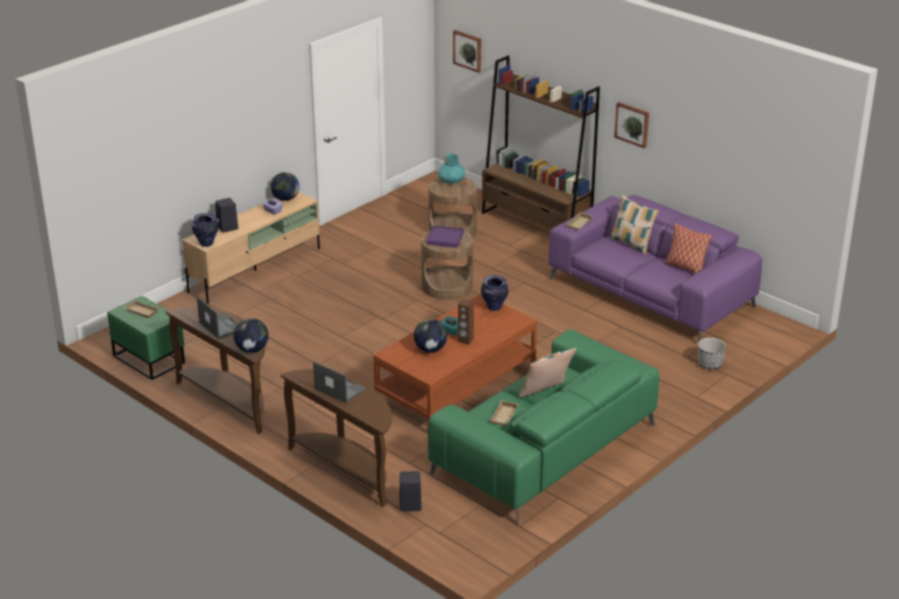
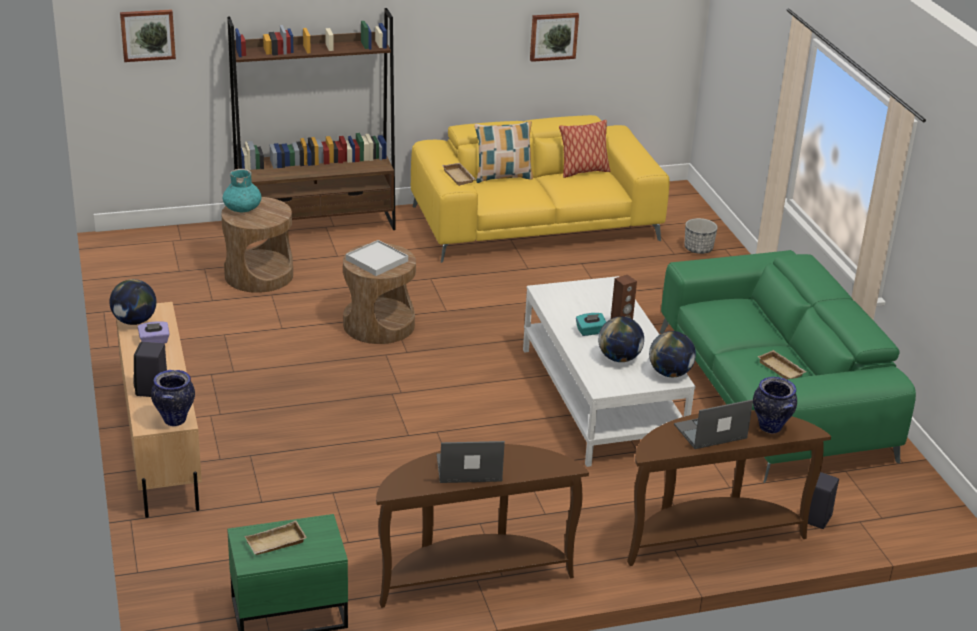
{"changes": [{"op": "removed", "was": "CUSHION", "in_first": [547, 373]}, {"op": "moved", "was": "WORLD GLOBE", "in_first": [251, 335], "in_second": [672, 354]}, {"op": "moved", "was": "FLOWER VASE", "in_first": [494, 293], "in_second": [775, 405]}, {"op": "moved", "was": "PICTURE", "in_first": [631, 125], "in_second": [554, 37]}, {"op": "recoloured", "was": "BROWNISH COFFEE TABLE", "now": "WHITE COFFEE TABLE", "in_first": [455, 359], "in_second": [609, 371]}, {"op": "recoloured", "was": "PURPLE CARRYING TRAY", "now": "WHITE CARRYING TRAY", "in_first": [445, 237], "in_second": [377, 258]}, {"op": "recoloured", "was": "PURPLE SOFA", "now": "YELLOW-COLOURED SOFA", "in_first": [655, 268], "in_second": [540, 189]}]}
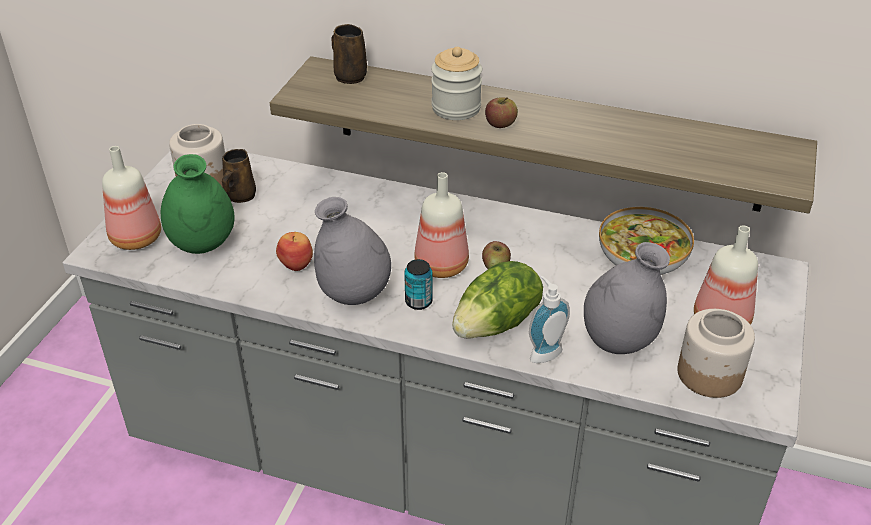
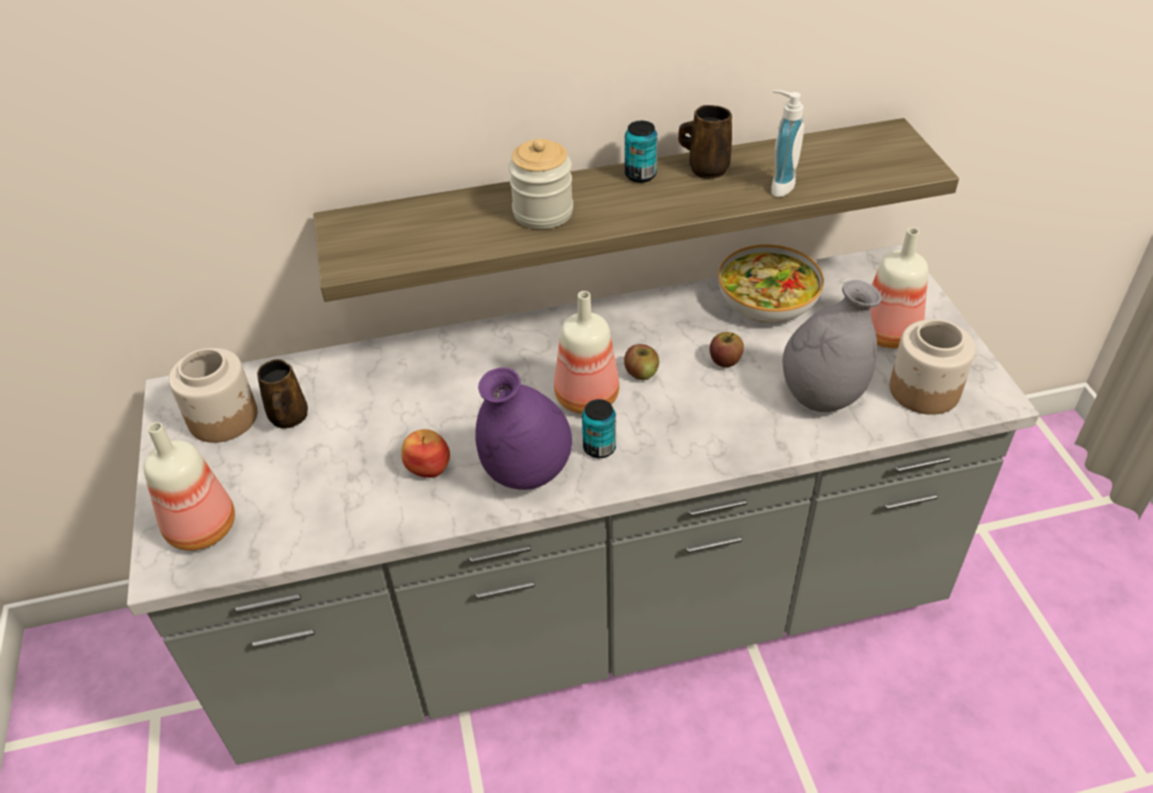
{"changes": [{"op": "removed", "was": "GREENISH FLOWER VASE", "in_first": [198, 204]}, {"op": "removed", "was": "LETTUCE HEAD", "in_first": [497, 300]}, {"op": "added", "now": "SEALED CAN", "in_second": [641, 152]}, {"op": "moved", "was": "BROWNISH COFFEE MUG", "in_first": [349, 54], "in_second": [705, 142]}, {"op": "moved", "was": "WHOLE APPLE", "in_first": [501, 112], "in_second": [727, 349]}, {"op": "moved", "was": "SOAP DISPENSER", "in_first": [549, 319], "in_second": [787, 143]}, {"op": "recoloured", "was": "GREY FLOWER VASE", "now": "PURPLE FLOWER VASE", "in_first": [352, 251], "in_second": [523, 429]}]}
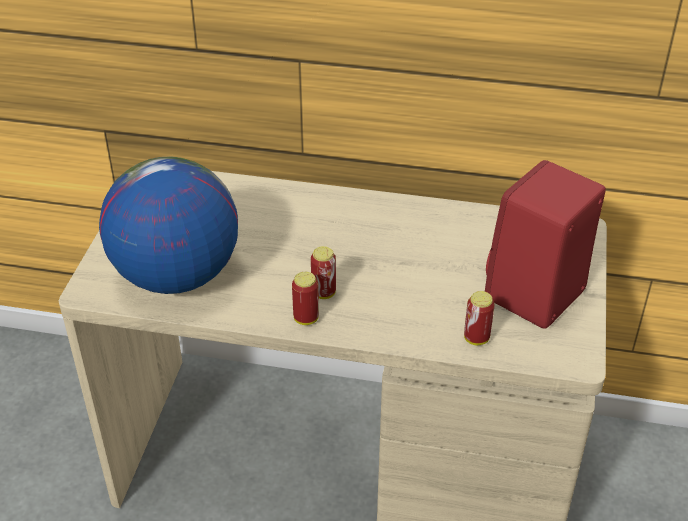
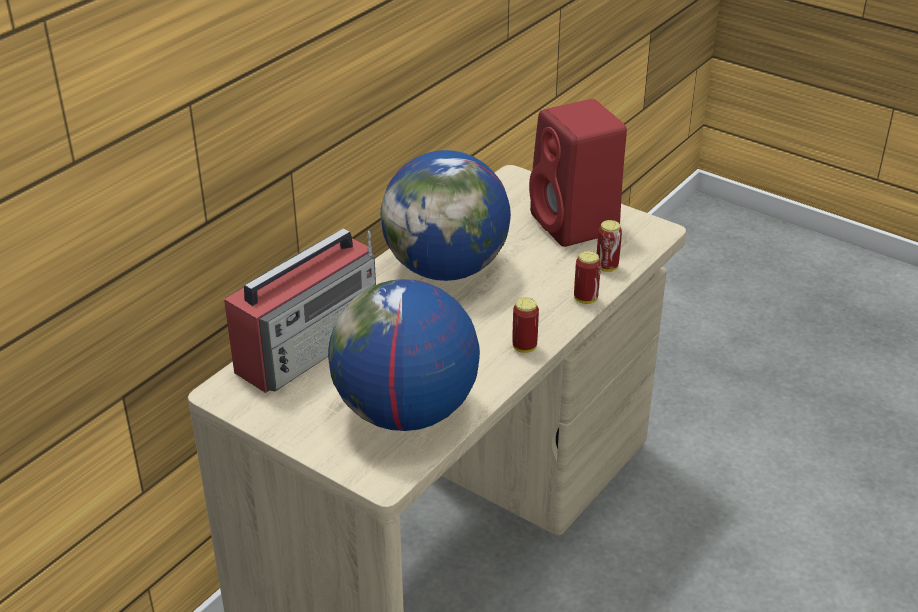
{"changes": [{"op": "added", "now": "RADIO", "in_second": [300, 310]}, {"op": "added", "now": "WORLD GLOBE", "in_second": [446, 215]}, {"op": "moved", "was": "SEALED CAN", "in_first": [323, 272], "in_second": [587, 277]}]}
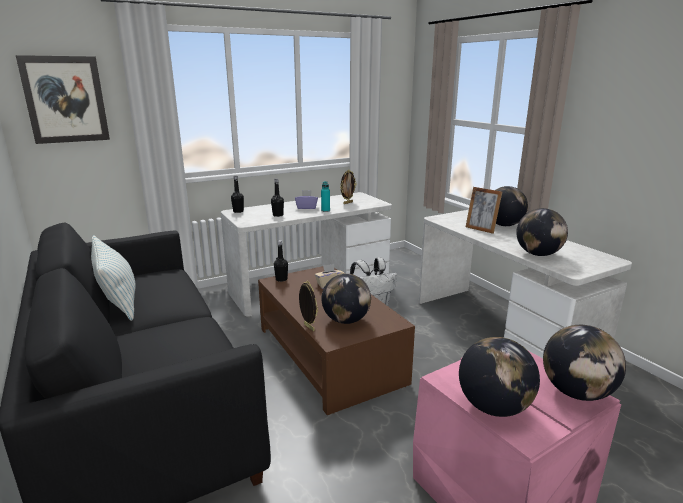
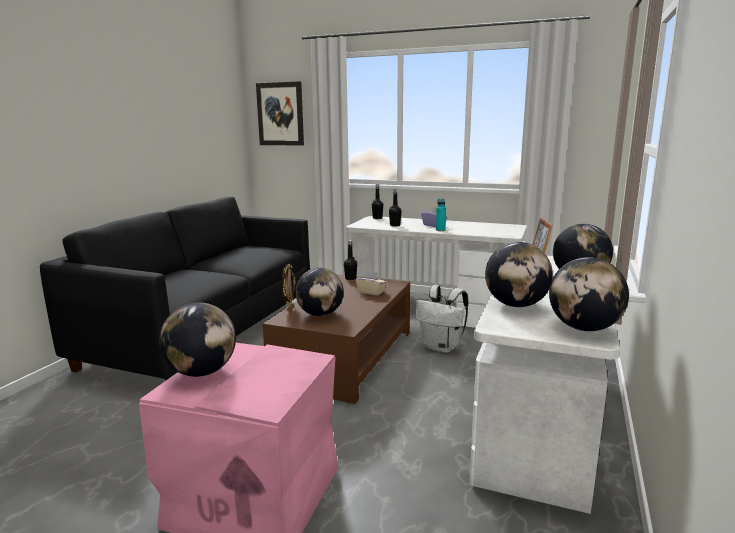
{"changes": [{"op": "removed", "was": "CUSHION", "in_first": [113, 278]}, {"op": "removed", "was": "PICTURE FRAME", "in_first": [348, 187]}, {"op": "moved", "was": "WORLD GLOBE", "in_first": [584, 363], "in_second": [589, 294]}]}
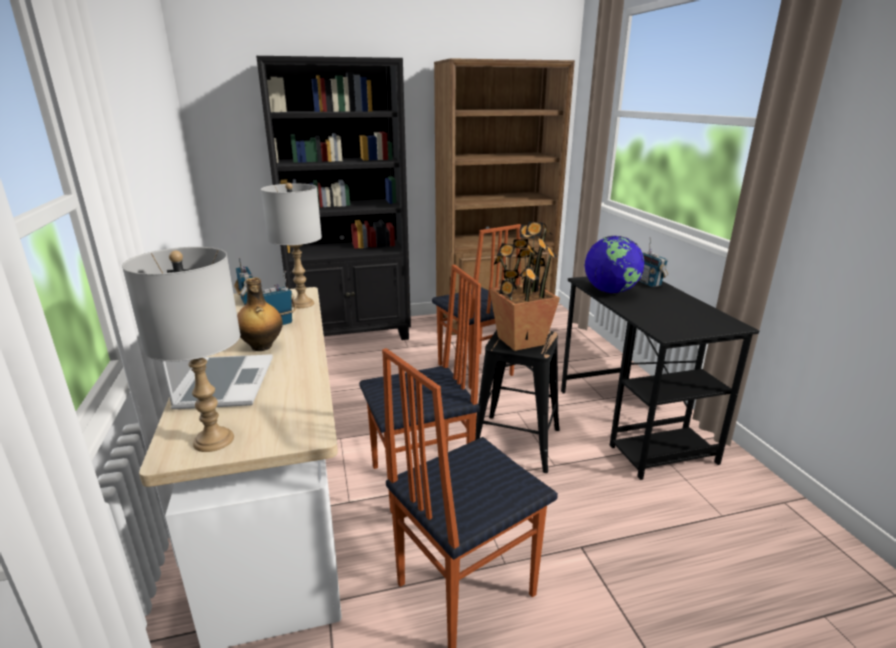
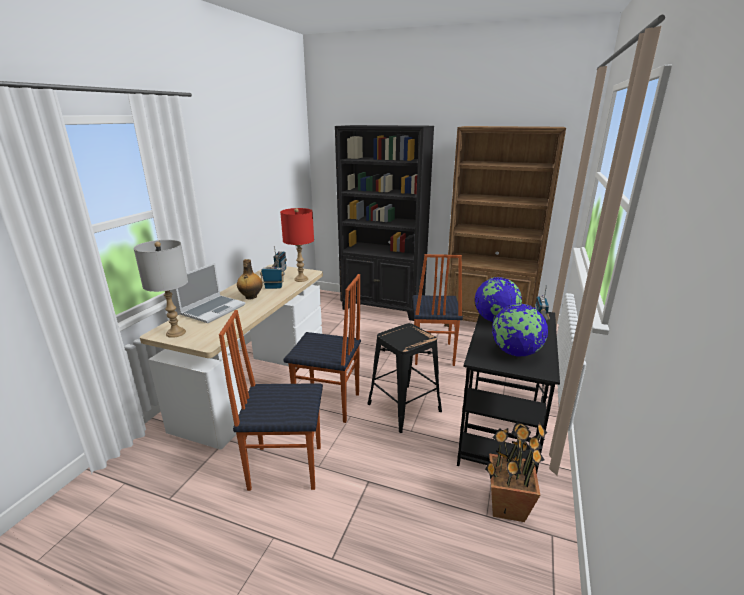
{"changes": [{"op": "added", "now": "WORLD GLOBE", "in_second": [520, 329]}, {"op": "moved", "was": "HOUSEPLANT", "in_first": [524, 286], "in_second": [516, 472]}, {"op": "recoloured", "was": "GREY LAMP FOR A TABLE", "now": "REDDISH LAMP FOR A TABLE", "in_first": [291, 245], "in_second": [297, 245]}]}
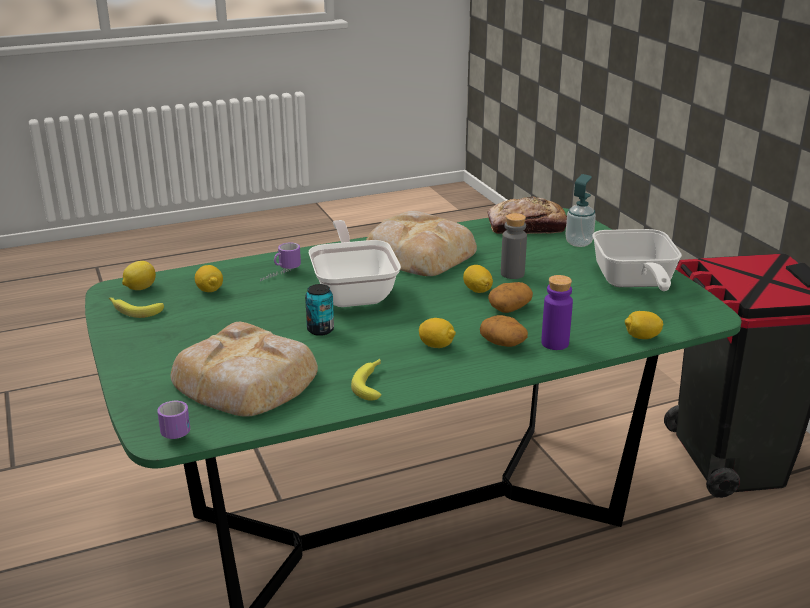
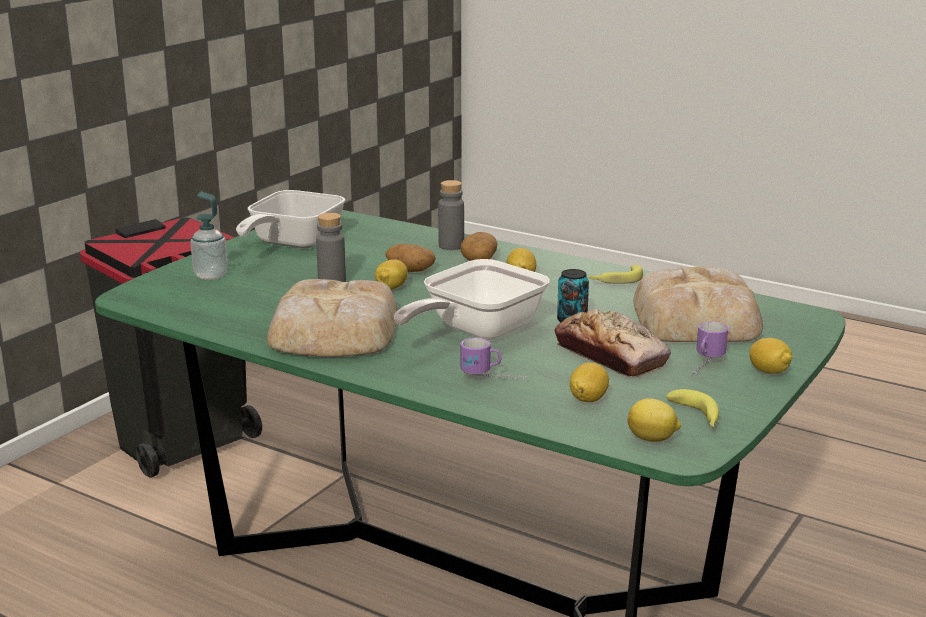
{"changes": [{"op": "moved", "was": "COFFEE MUG", "in_first": [173, 420], "in_second": [709, 349]}, {"op": "moved", "was": "BAKED BREAD", "in_first": [527, 215], "in_second": [613, 343]}, {"op": "moved", "was": "CITRUS FRUIT", "in_first": [644, 325], "in_second": [770, 356]}, {"op": "recoloured", "was": "PURPLE BEVERAGE BOTTLE", "now": "GREY BEVERAGE BOTTLE", "in_first": [557, 312], "in_second": [451, 215]}, {"op": "turned", "was": "FRYING PAN", "in_first": [637, 260], "in_second": [290, 219], "clockwise": 150}]}
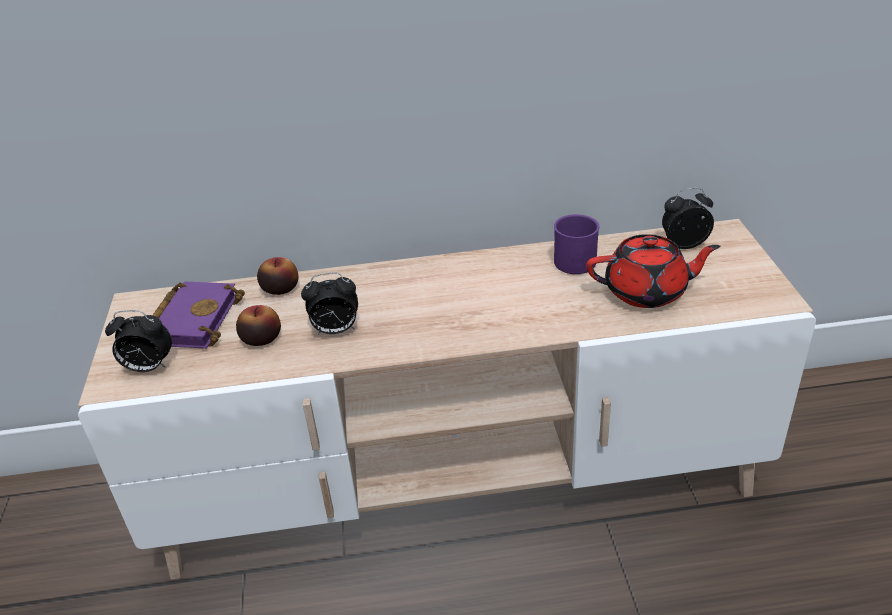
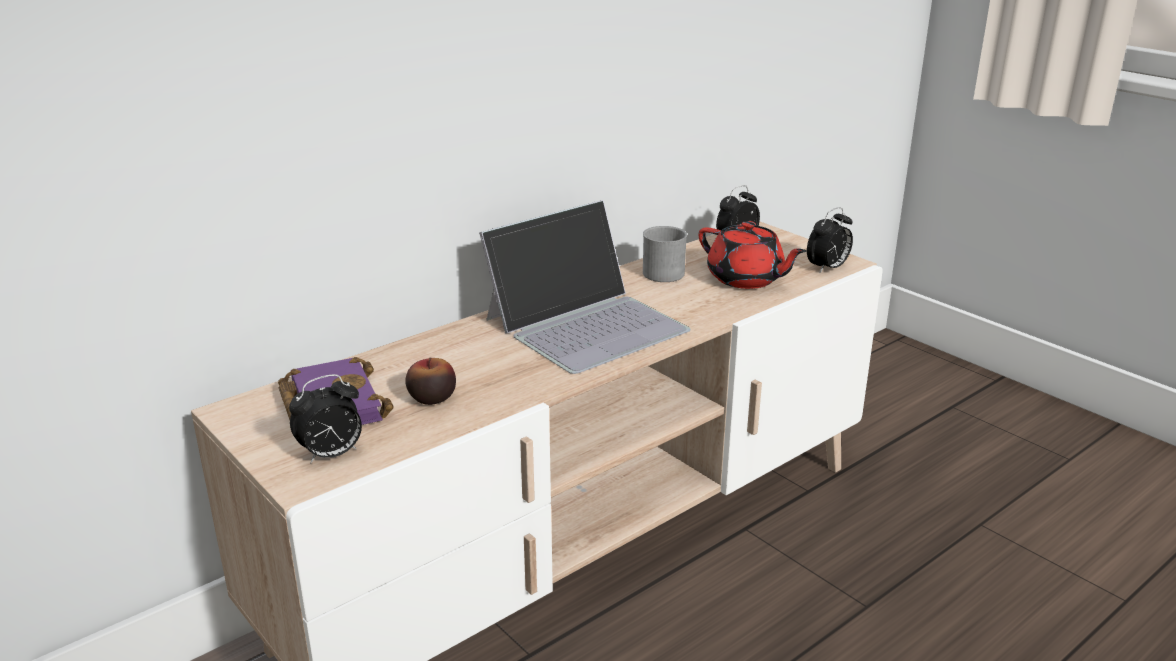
{"changes": [{"op": "removed", "was": "WHOLE APPLE", "in_first": [277, 276]}, {"op": "added", "now": "LAPTOP", "in_second": [584, 287]}, {"op": "moved", "was": "TABLE CLOCK", "in_first": [329, 303], "in_second": [830, 240]}, {"op": "recoloured", "was": "PURPLE COFFEE MUG", "now": "GREY COFFEE MUG", "in_first": [577, 244], "in_second": [665, 254]}, {"op": "turned", "was": "REDDISH TEA POT", "in_first": [653, 271], "in_second": [753, 255], "clockwise": 75}]}
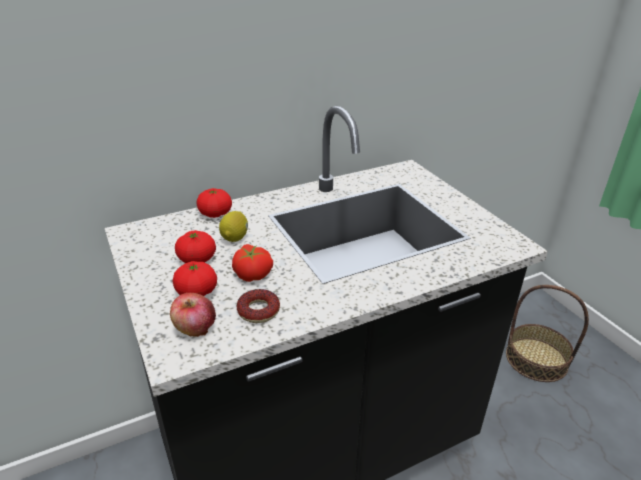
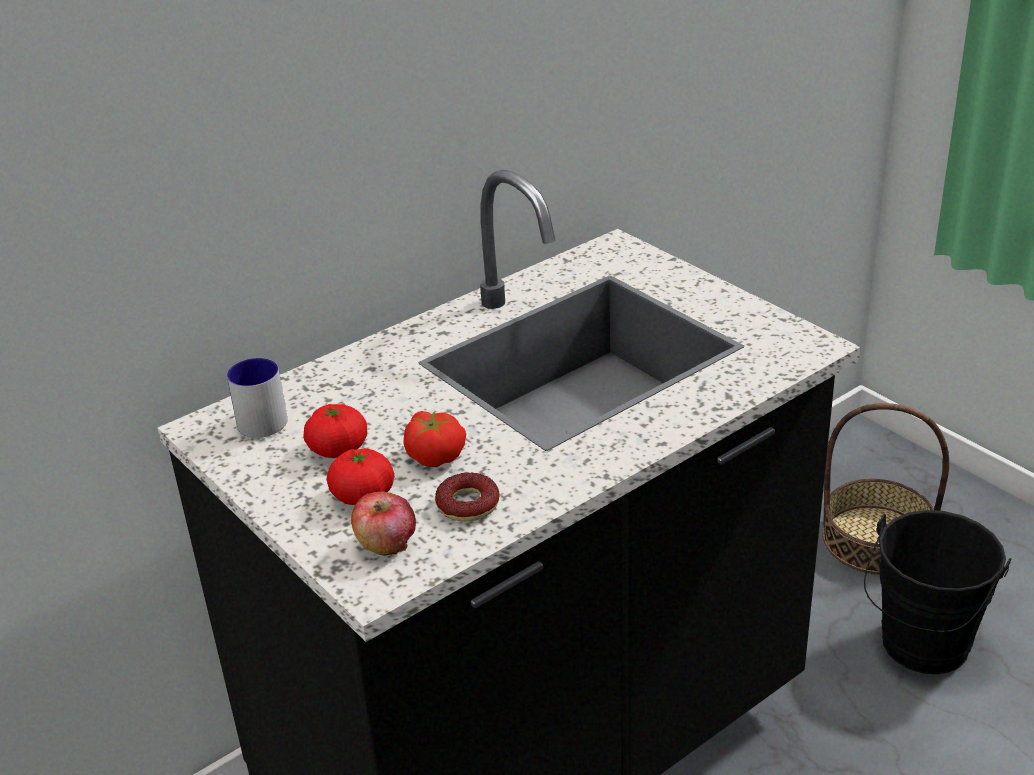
{"changes": [{"op": "removed", "was": "FRESH TOMATO", "in_first": [214, 203]}, {"op": "removed", "was": "CITRUS FRUIT", "in_first": [233, 226]}, {"op": "added", "now": "COFFEE MUG", "in_second": [257, 398]}, {"op": "added", "now": "BLACK-COLOURED PAIL", "in_second": [937, 592]}]}
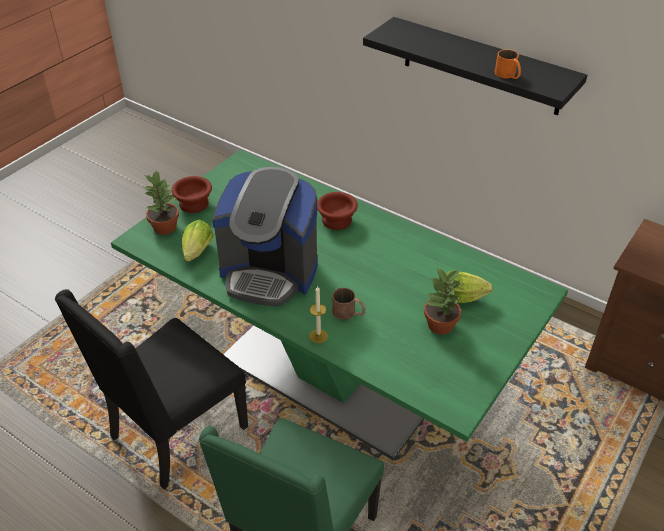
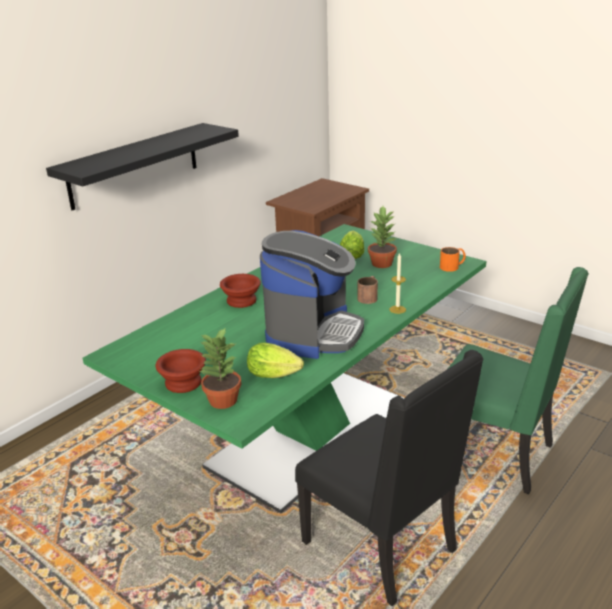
{"changes": [{"op": "moved", "was": "ORANGE COFFEE MUG", "in_first": [508, 64], "in_second": [453, 259]}]}
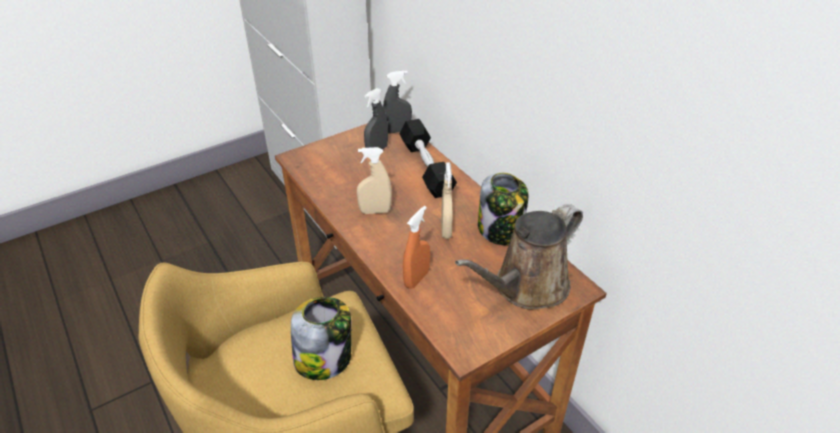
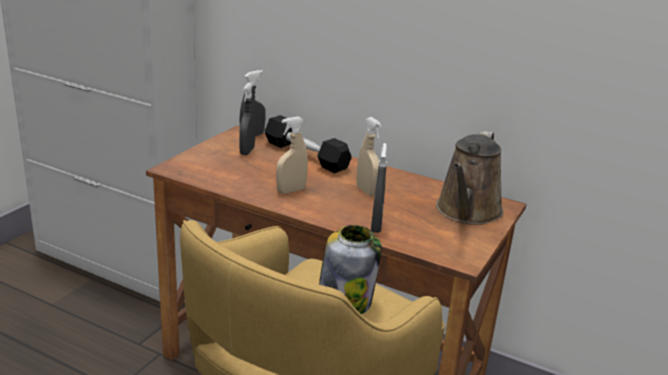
{"changes": [{"op": "removed", "was": "STORAGE JAR", "in_first": [503, 209]}, {"op": "recoloured", "was": "ORANGE HAND SPRAYER", "now": "GREY HAND SPRAYER", "in_first": [416, 247], "in_second": [379, 188]}]}
